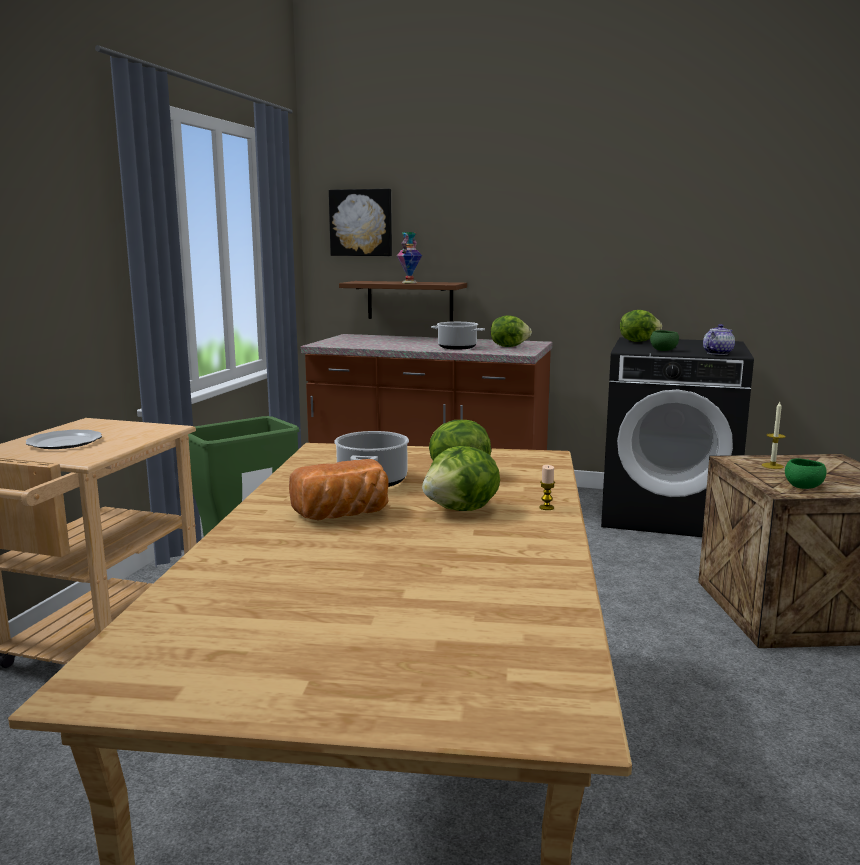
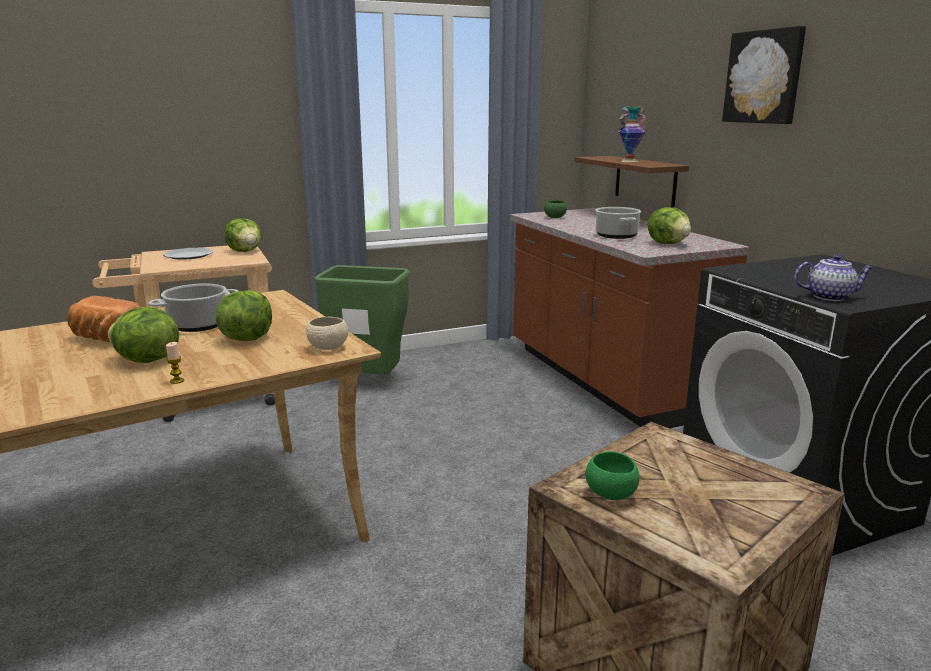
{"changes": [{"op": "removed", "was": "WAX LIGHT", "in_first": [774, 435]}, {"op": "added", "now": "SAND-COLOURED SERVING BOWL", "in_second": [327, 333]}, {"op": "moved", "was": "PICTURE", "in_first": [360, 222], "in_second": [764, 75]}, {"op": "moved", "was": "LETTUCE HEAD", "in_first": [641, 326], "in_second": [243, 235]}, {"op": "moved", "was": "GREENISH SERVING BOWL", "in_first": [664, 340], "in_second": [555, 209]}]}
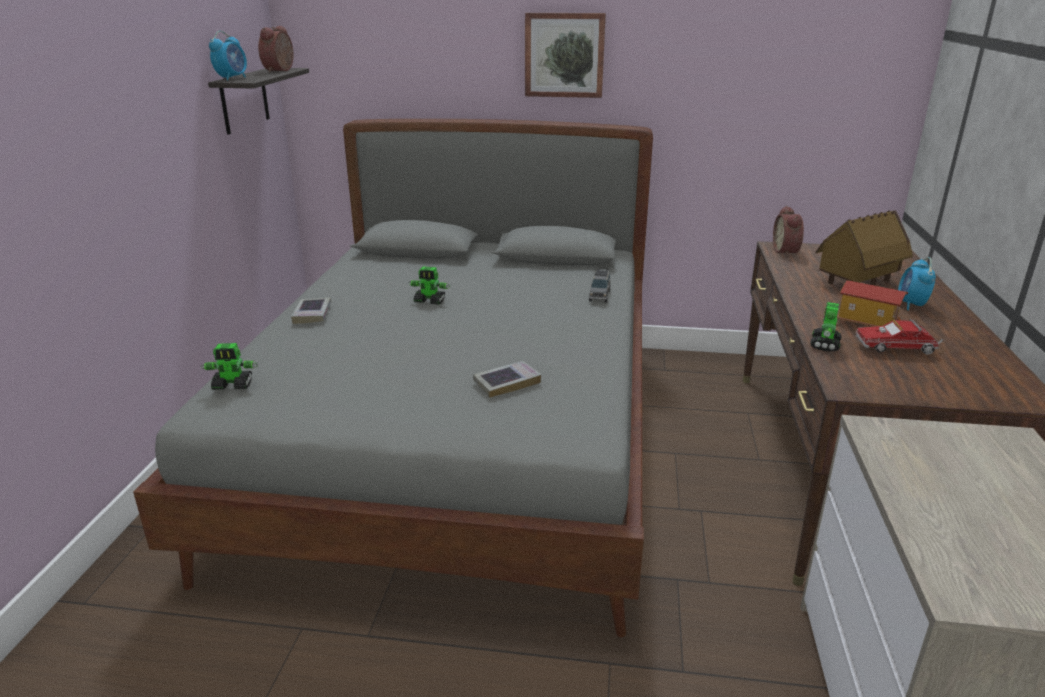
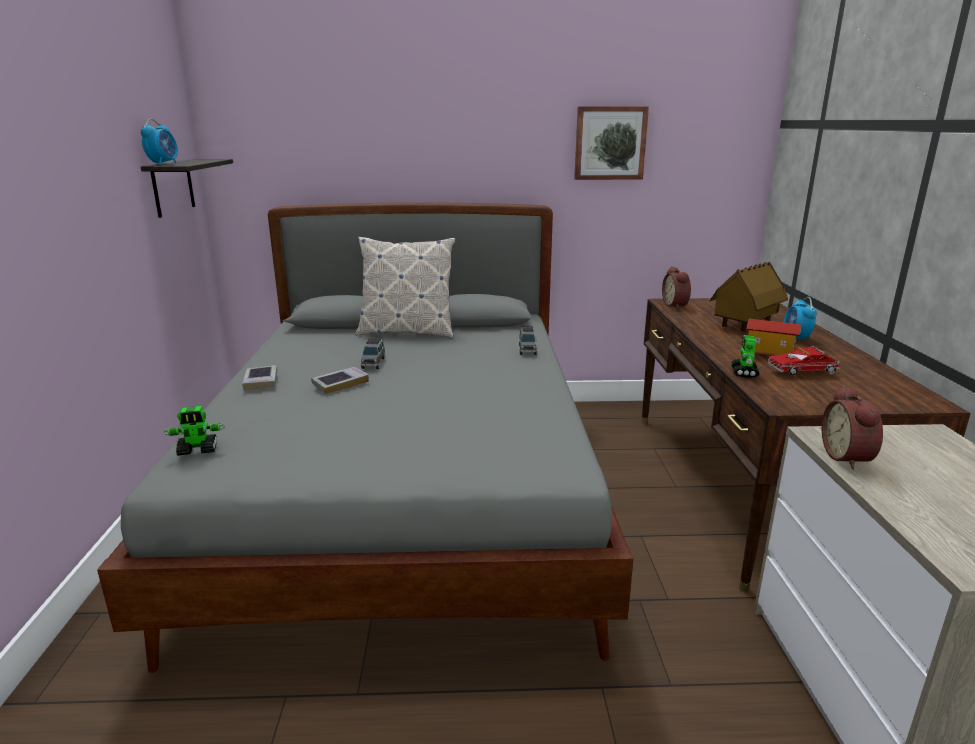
{"changes": [{"op": "added", "now": "CUSHION", "in_second": [405, 287]}, {"op": "moved", "was": "TABLE CLOCK", "in_first": [276, 49], "in_second": [852, 427]}, {"op": "moved", "was": "VOLUME", "in_first": [507, 379], "in_second": [340, 380]}, {"op": "moved", "was": "PICTURE", "in_first": [565, 55], "in_second": [611, 143]}, {"op": "replaced", "was": "ROBOT FIGURE", "now": "GREY MINIATURE CAR", "in_first": [429, 285], "in_second": [373, 353]}]}
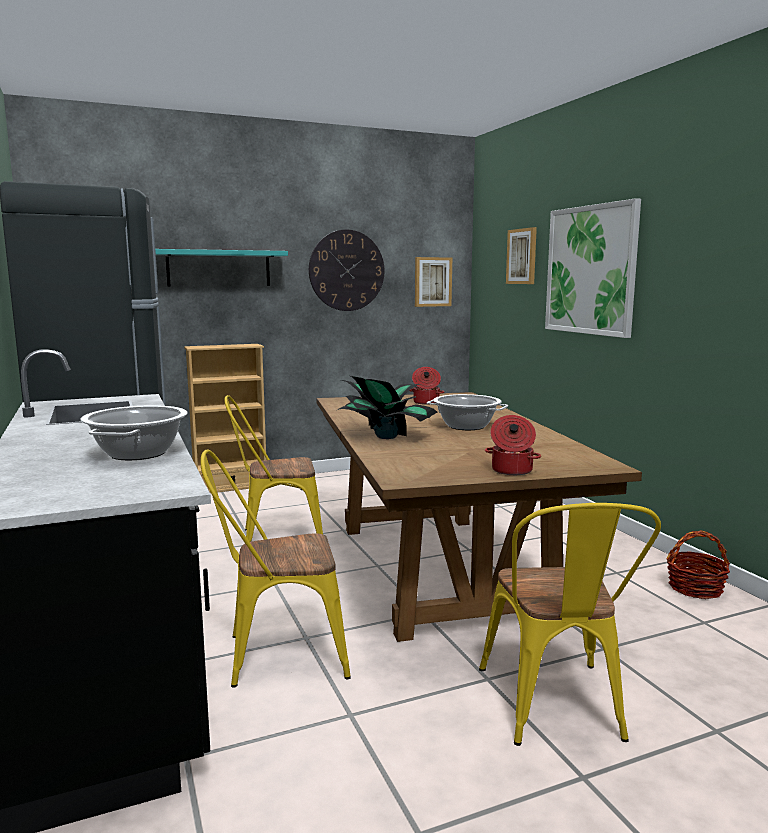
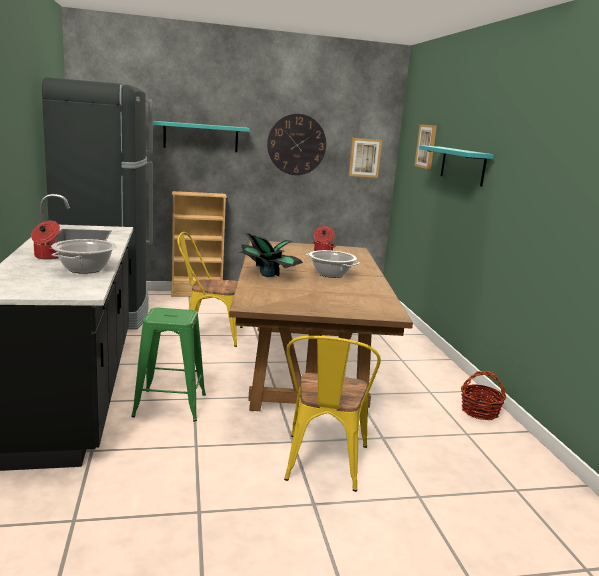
{"changes": [{"op": "moved", "was": "STOCKPOT", "in_first": [513, 445], "in_second": [45, 240]}, {"op": "replaced", "was": "YELLOW-COLOURED PLAIN CHAIR", "now": "GREENISH STOOL SEAT", "in_first": [275, 568], "in_second": [168, 364]}, {"op": "replaced", "was": "PICTURE", "now": "TURQUOISE-COLOURED WALL SHELF", "in_first": [593, 268], "in_second": [456, 165]}]}
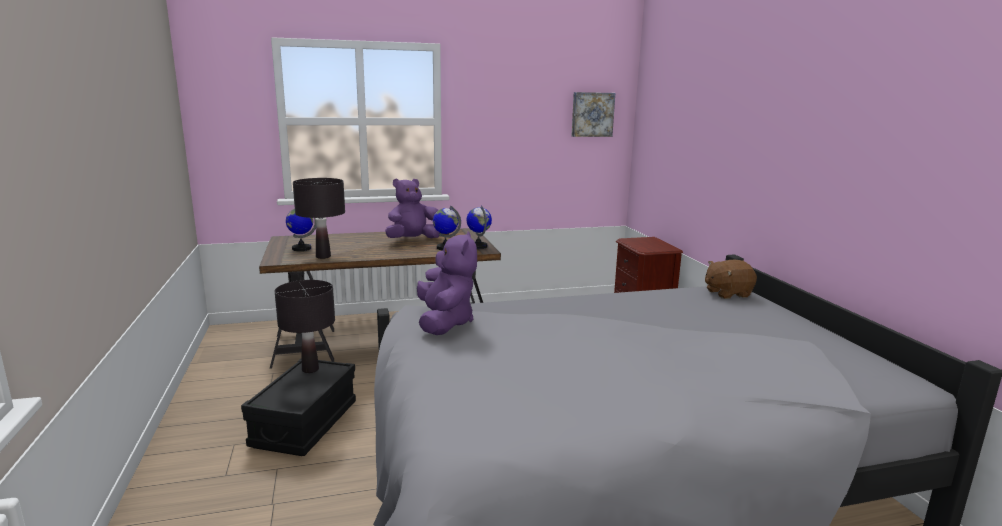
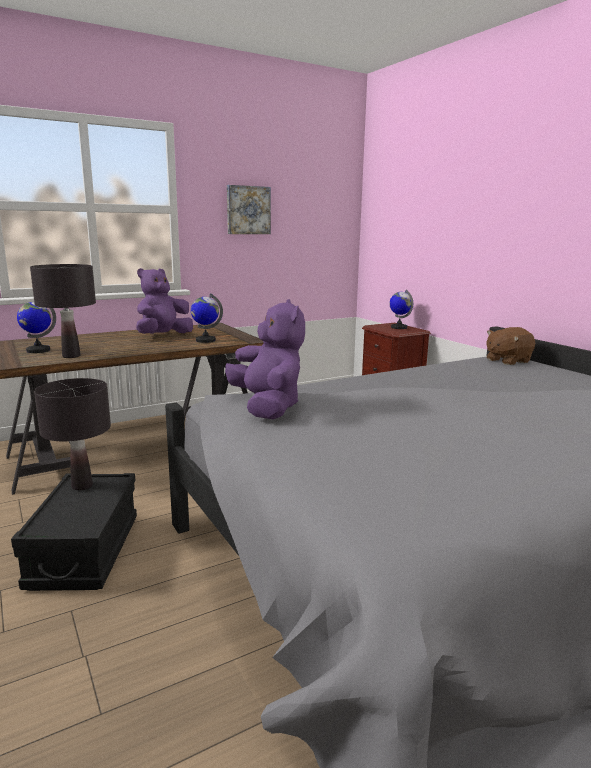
{"changes": [{"op": "moved", "was": "WORLD GLOBE", "in_first": [479, 227], "in_second": [401, 309]}, {"op": "moved", "was": "PICTURE", "in_first": [593, 114], "in_second": [249, 209]}]}
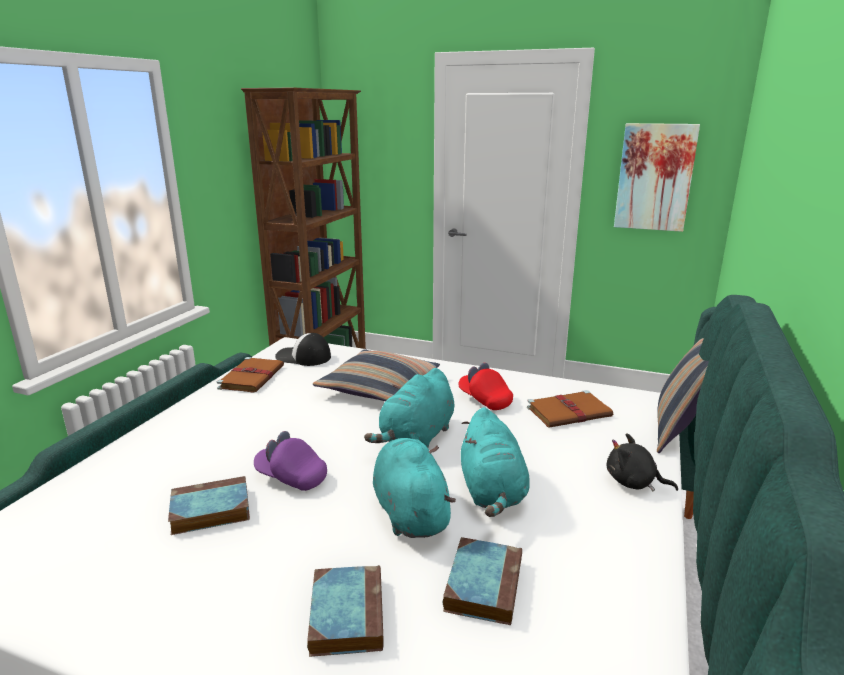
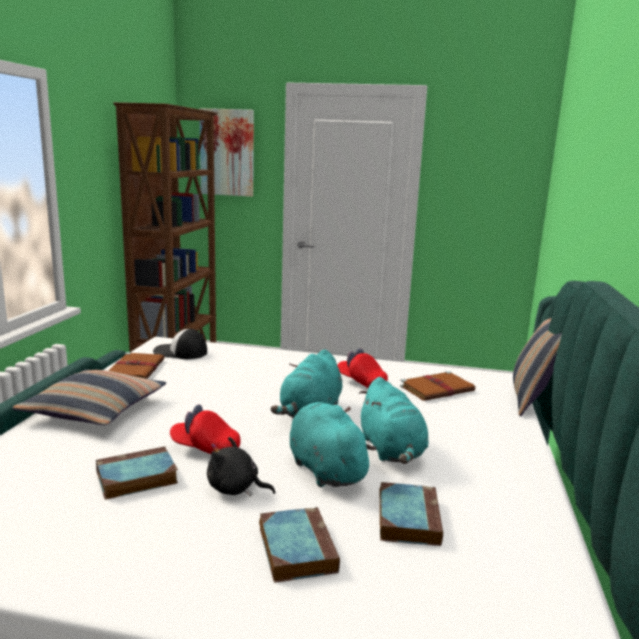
{"changes": [{"op": "moved", "was": "CUSHION", "in_first": [376, 375], "in_second": [89, 397]}, {"op": "moved", "was": "BLACK-COLOURED CUDDLY TOY", "in_first": [642, 462], "in_second": [241, 466]}, {"op": "moved", "was": "PICTURE", "in_first": [657, 177], "in_second": [226, 152]}, {"op": "recoloured", "was": "PURPLE CAP", "now": "REDDISH CAP", "in_first": [290, 461], "in_second": [205, 429]}]}
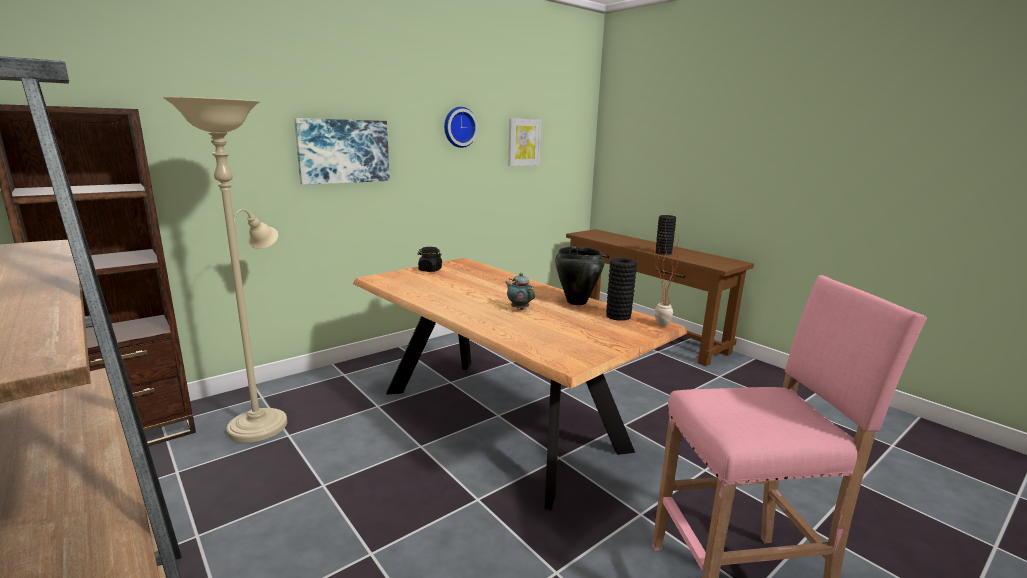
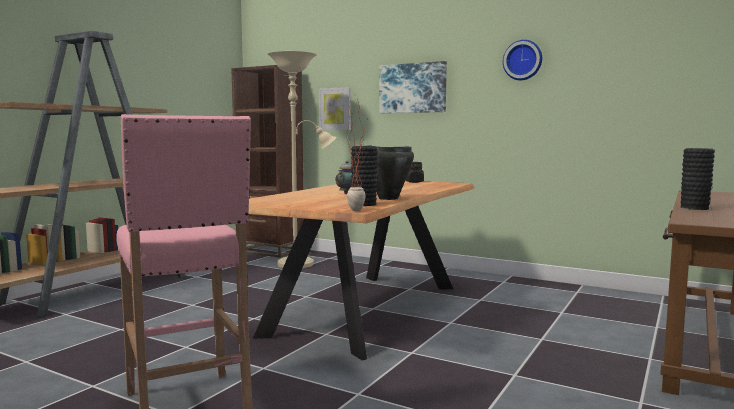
{"changes": [{"op": "moved", "was": "PICTURE", "in_first": [524, 142], "in_second": [335, 108]}]}
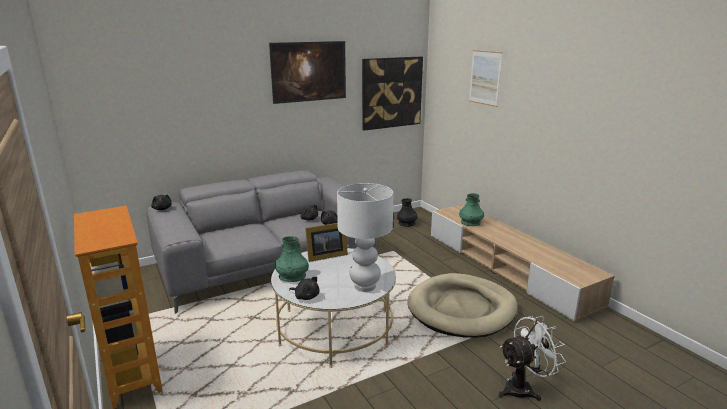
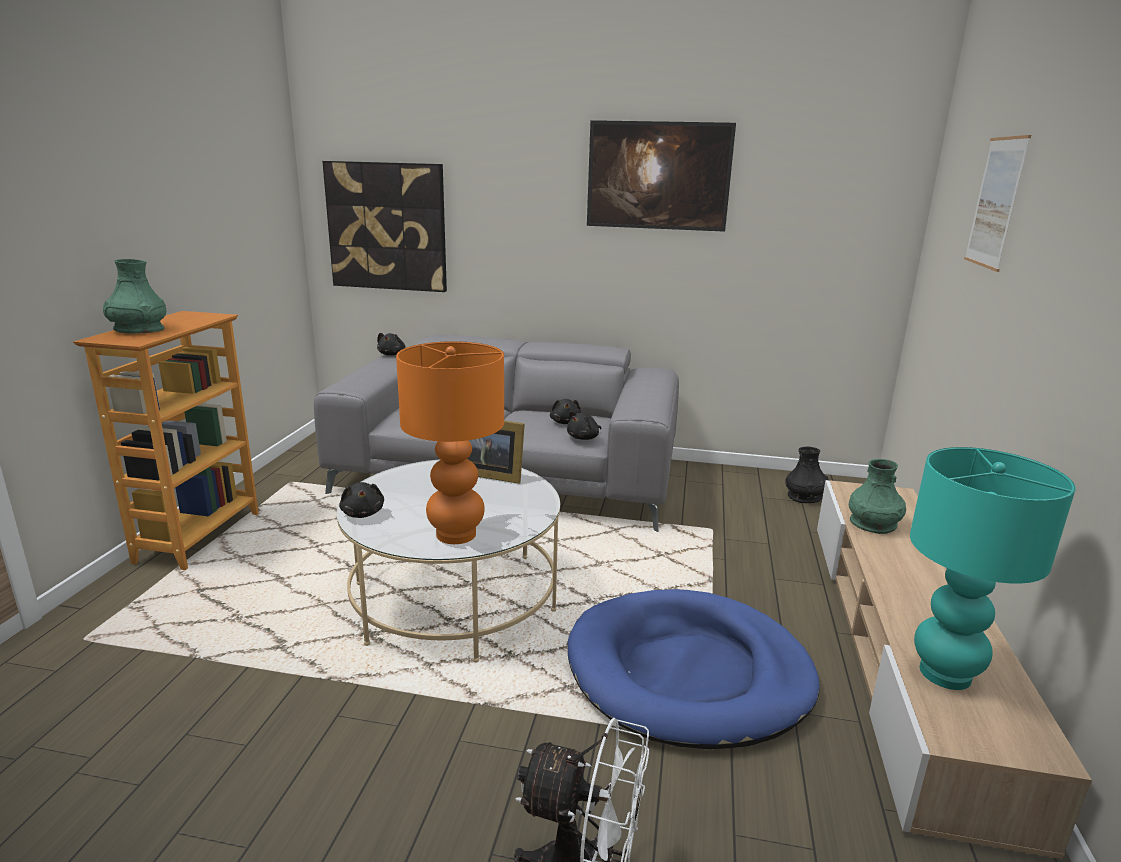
{"changes": [{"op": "added", "now": "TURQUOISE-COLOURED LAMP FOR A TABLE", "in_second": [992, 568]}, {"op": "moved", "was": "GREENISH FLOWER VASE", "in_first": [292, 259], "in_second": [134, 296]}, {"op": "moved", "was": "PICTURE", "in_first": [392, 93], "in_second": [384, 226]}, {"op": "recoloured", "was": "WHITE LAMP FOR A TABLE", "now": "ORANGE LAMP FOR A TABLE", "in_first": [365, 237], "in_second": [450, 442]}, {"op": "recoloured", "was": "SAND-COLOURED PET BED", "now": "BLUE-COLOURED PET BED", "in_first": [462, 305], "in_second": [694, 669]}]}
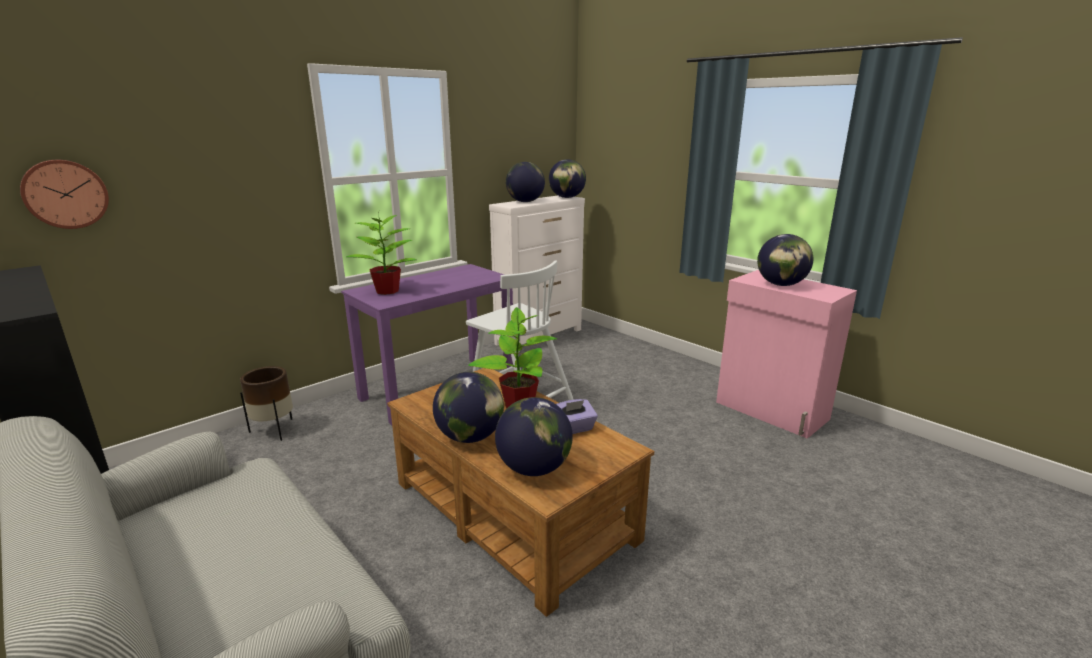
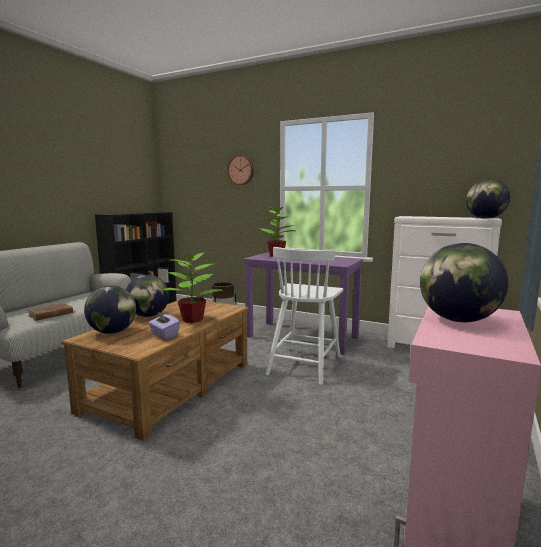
{"changes": [{"op": "removed", "was": "WORLD GLOBE", "in_first": [525, 182]}, {"op": "added", "now": "BROWNISH VOLUME", "in_second": [50, 312]}, {"op": "moved", "was": "CLOCK ON THE WALL", "in_first": [64, 194], "in_second": [240, 170]}]}
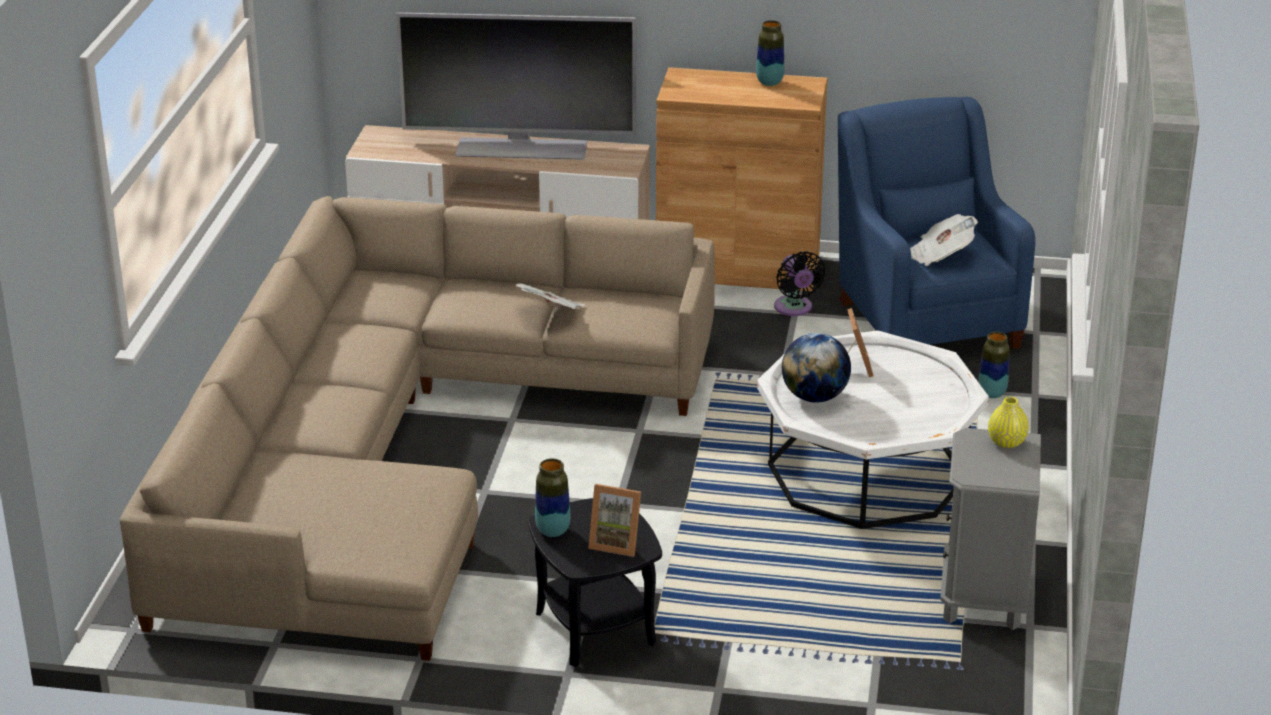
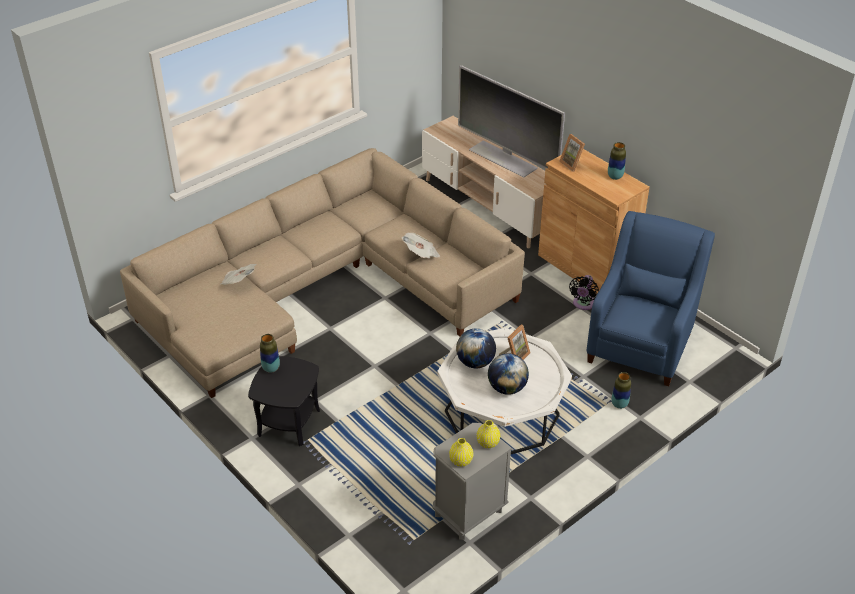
{"changes": [{"op": "added", "now": "YELLOW-COLOURED FLOWER VASE", "in_second": [461, 452]}, {"op": "added", "now": "WORLD GLOBE", "in_second": [508, 374]}, {"op": "moved", "was": "PICTURE FRAME", "in_first": [614, 520], "in_second": [572, 153]}, {"op": "moved", "was": "PRINTED PAPER", "in_first": [944, 240], "in_second": [238, 274]}]}
